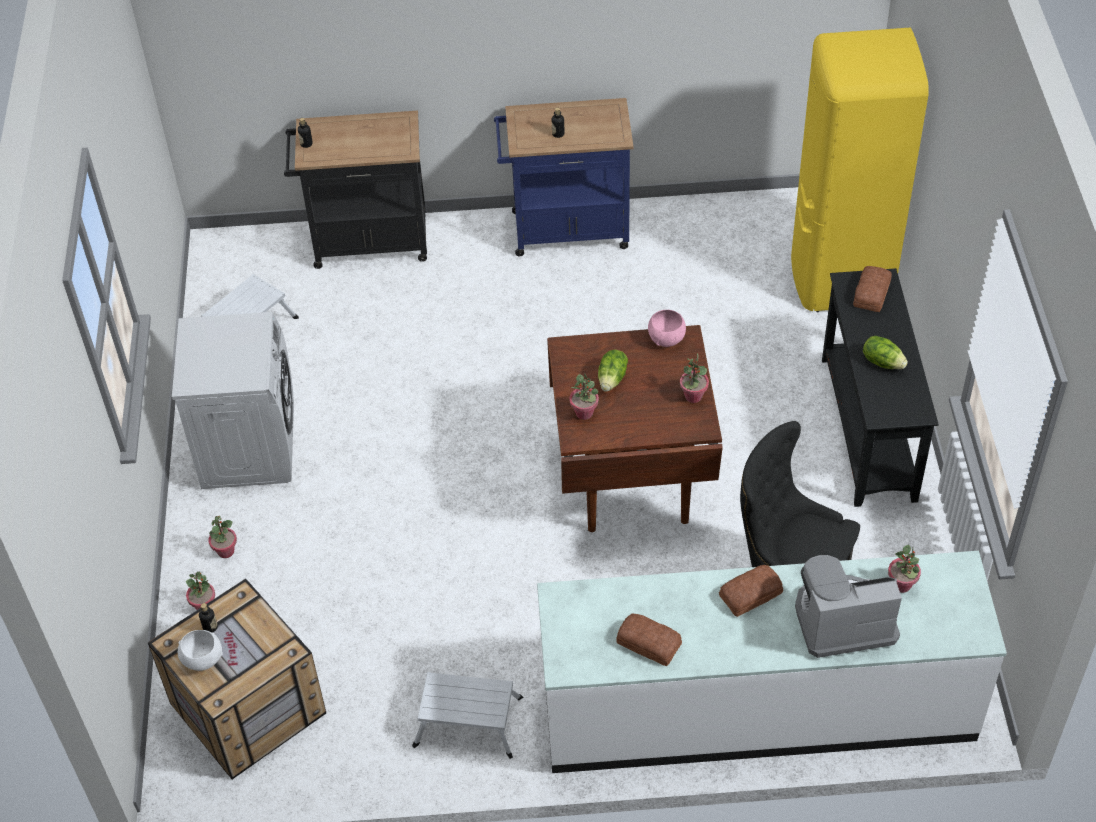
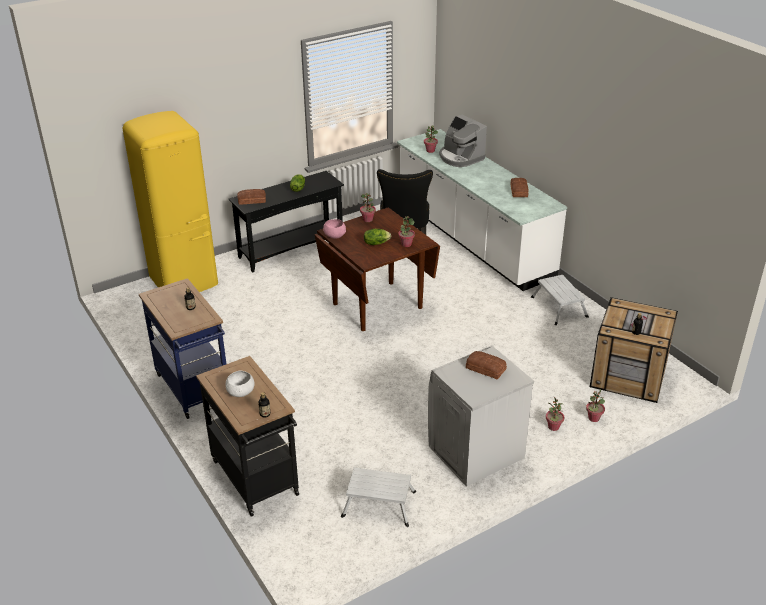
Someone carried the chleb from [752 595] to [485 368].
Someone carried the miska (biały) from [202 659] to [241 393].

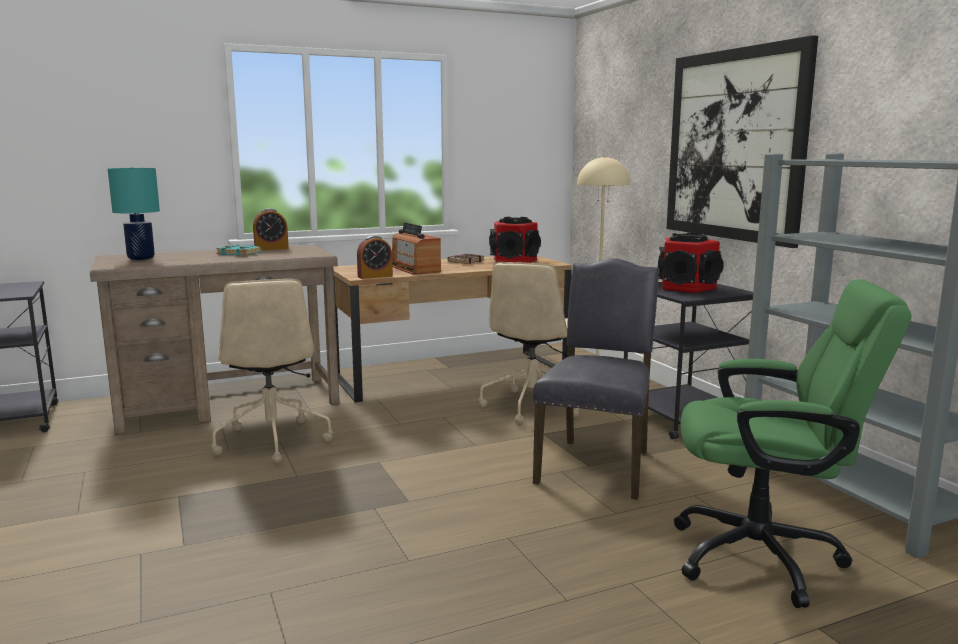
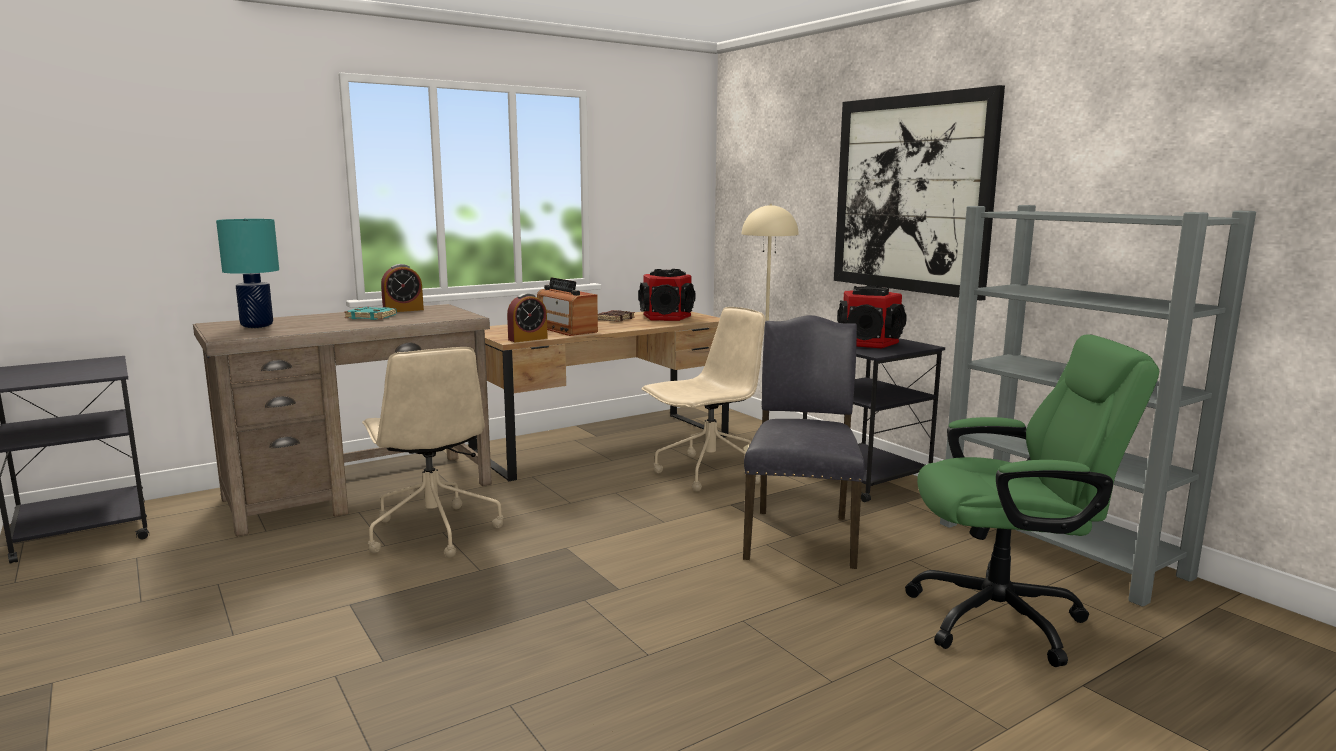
Someone rotated the krzesło biurowe (beżowy) at [532 405] by 135 degrees counterclockwise.

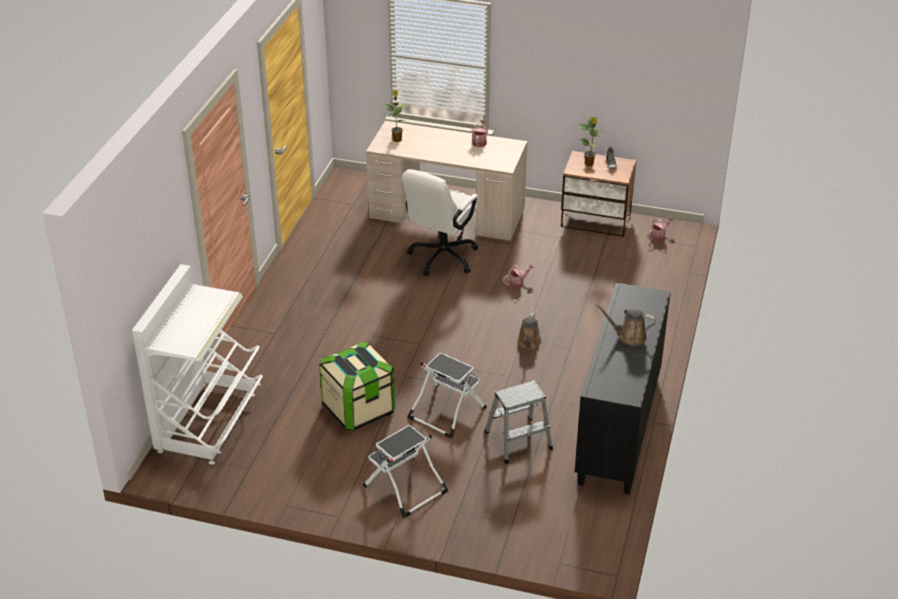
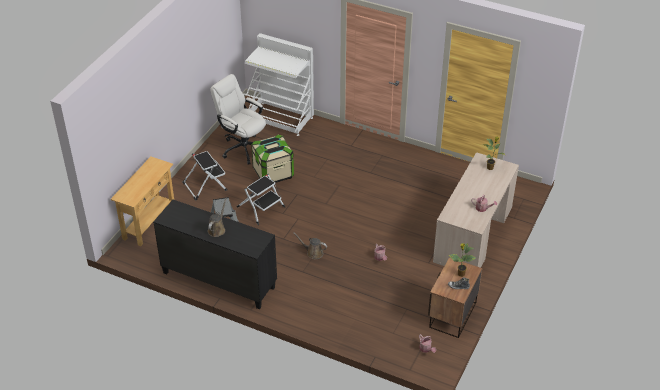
Someone carried the krzesło biurowe (biały) from [441 259] to [242 148].
Someone put down the stolik konsolowy (beżowy) at [149 222].

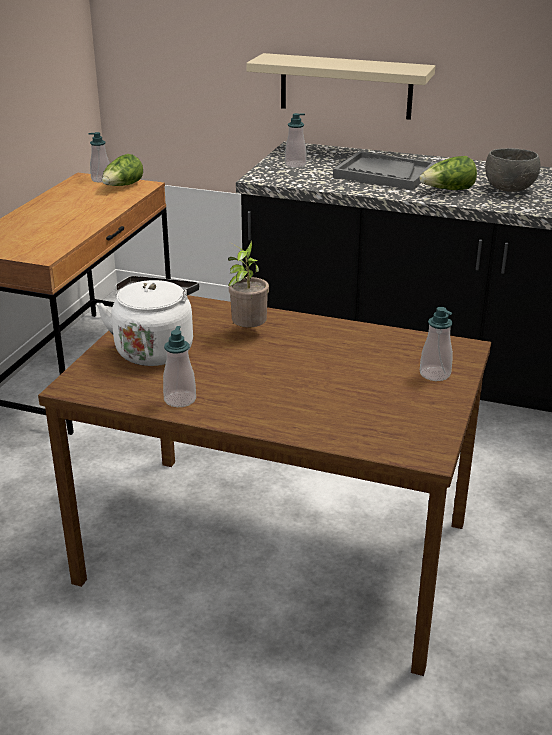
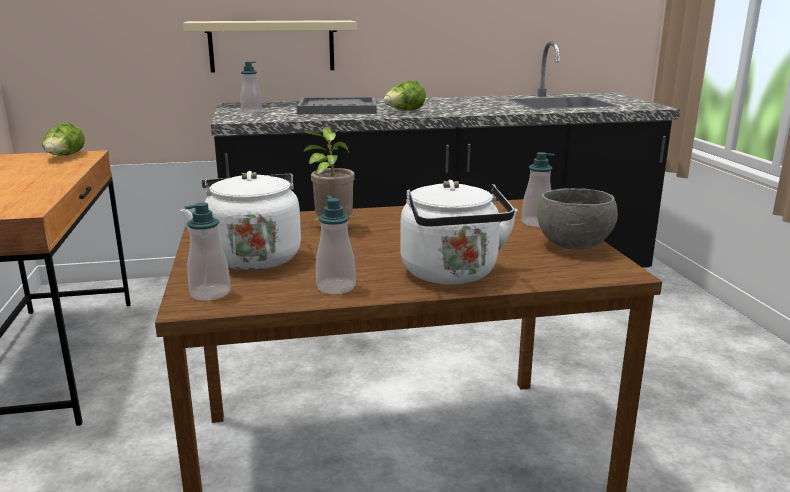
Someone carried the dozownik mydła from [101 179] to [210 293].
Someone carried the miska (szary) from [510 189] to [574 246].
Someone put down the czajnik (biały) at [452 275].

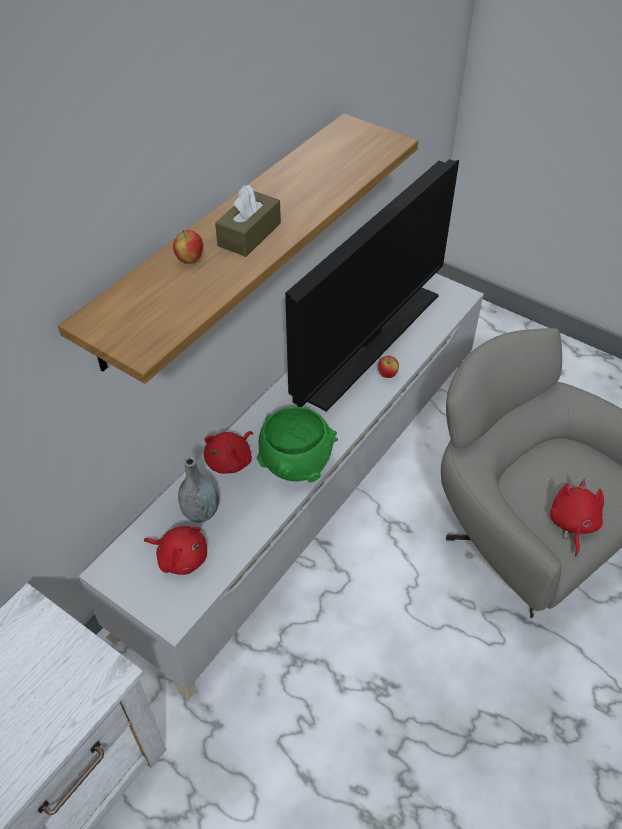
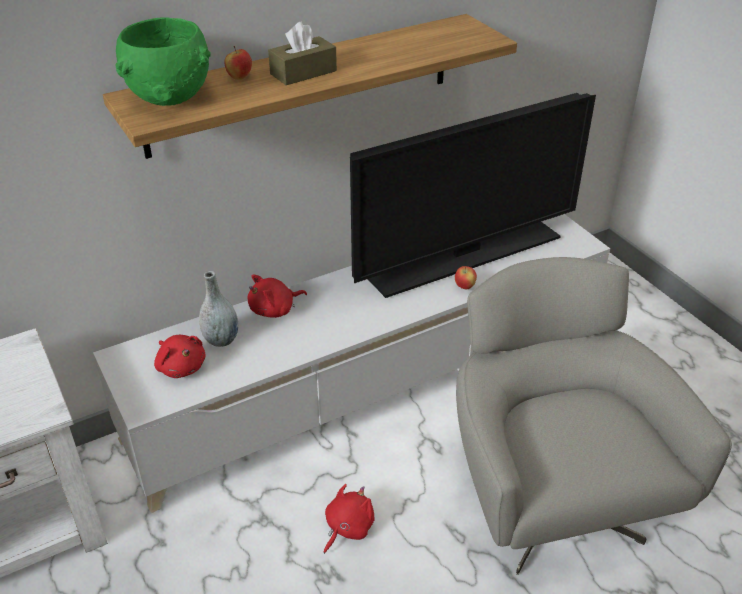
Someone carried the miska (zielony) from [295 464] to [170 97].
Someone carried the pluszak (czerwony) from [572 524] to [347 528].

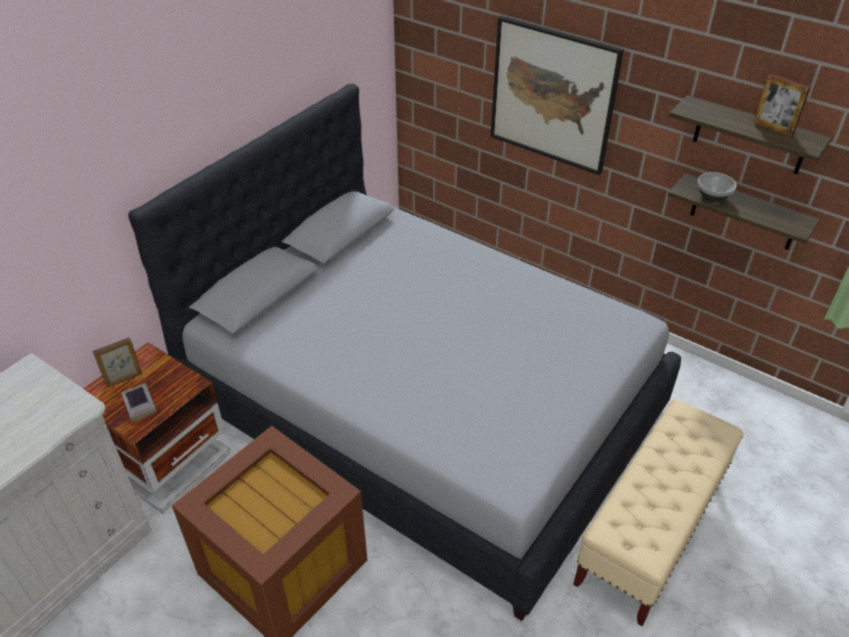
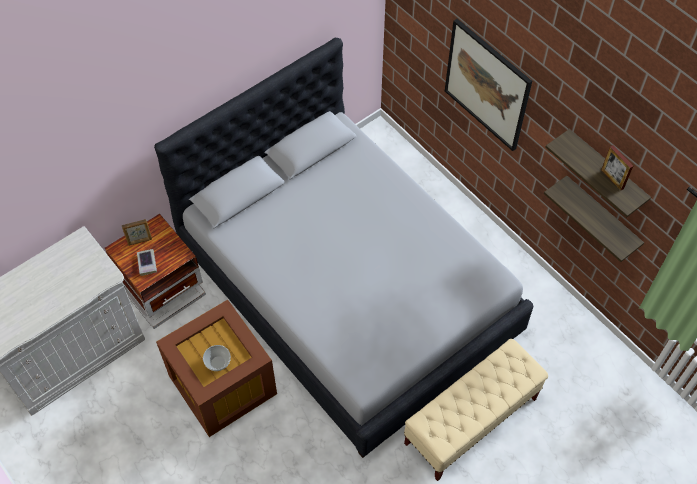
Someone carried the miska from [713 197] to [218 363].

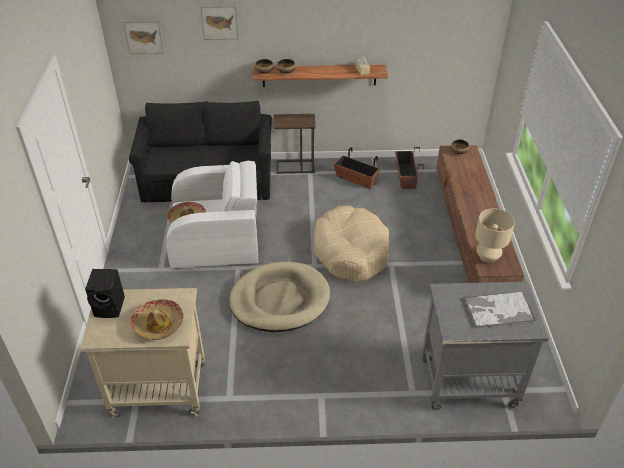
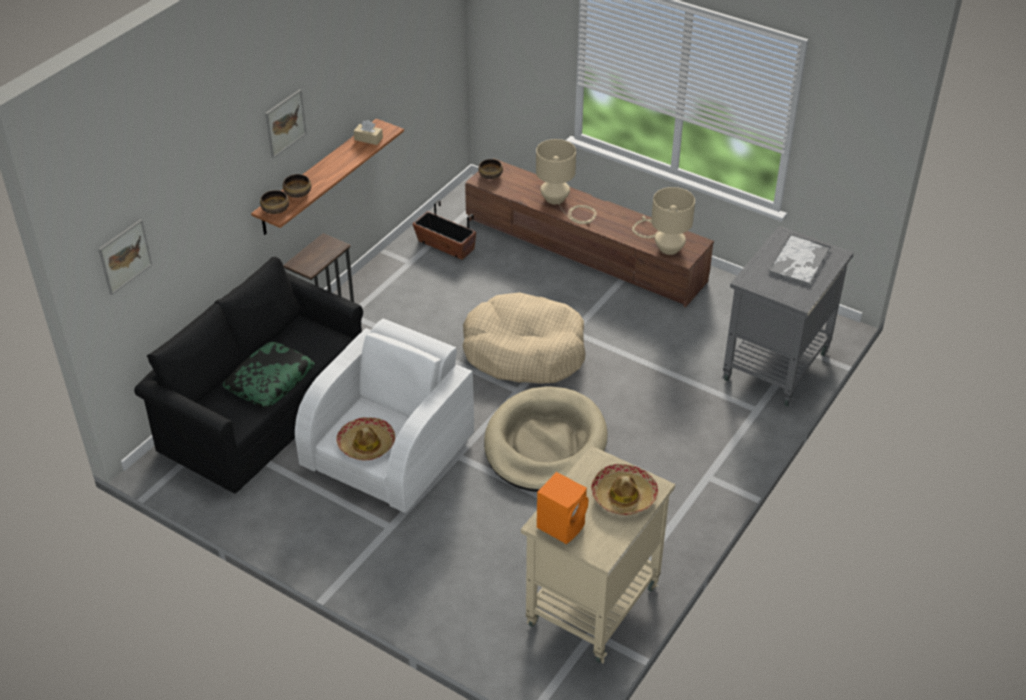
Someone carried the obraz from [219 22] to [285 123].
Someone took away the donica at [356 179].
Someone repainted the głośnik (czarny) at [110 307], which became the głośnik (pomarańczowy) at [562 525].
Someone put down the lampa stołowa (beżowy) at [565 205].
Someone put down the poduszka at [270 381].

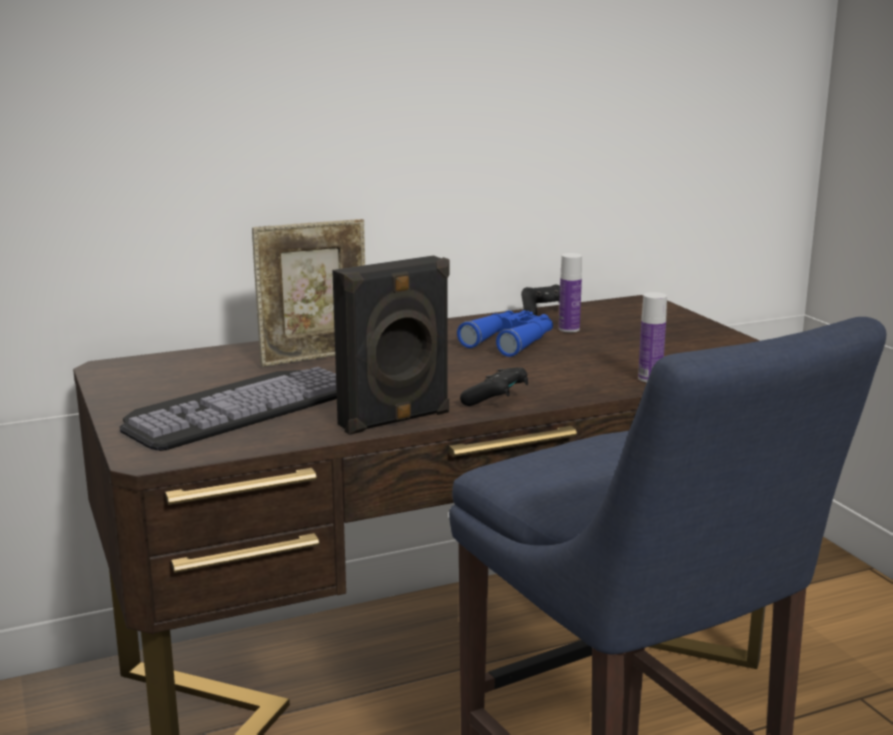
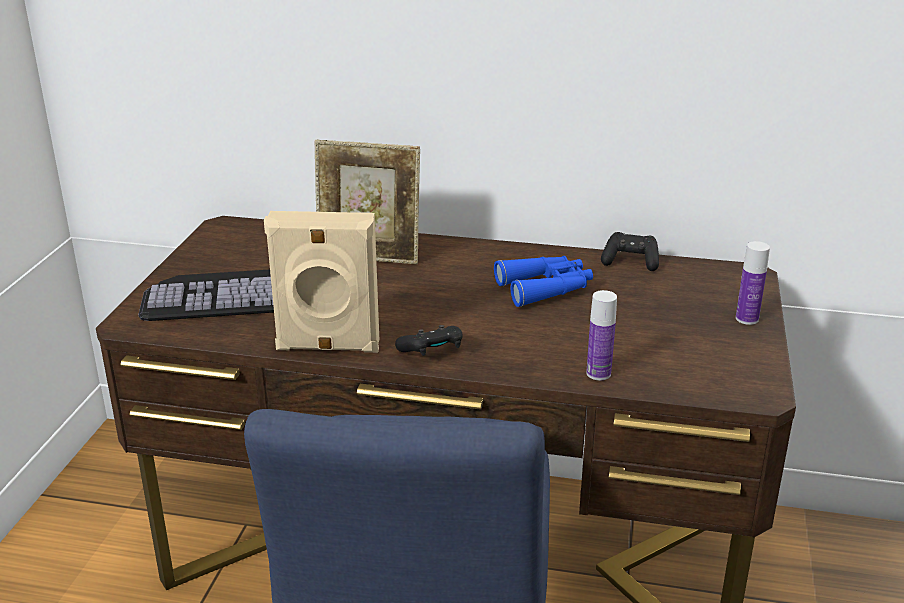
Someone carried the butelka from [569 329] to [747 319].
Someone repainted the głośnik (czarny) at [396 420], which became the głośnik (beżowy) at [328 347].

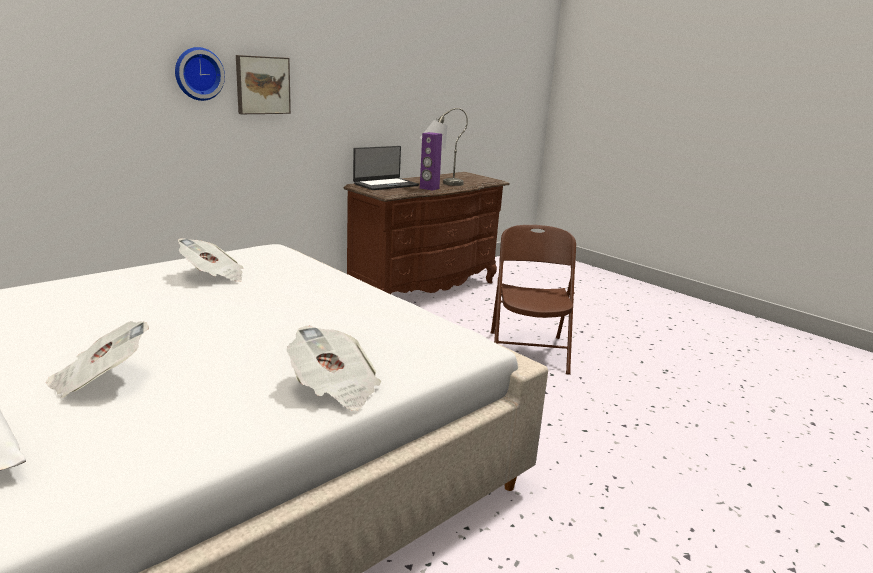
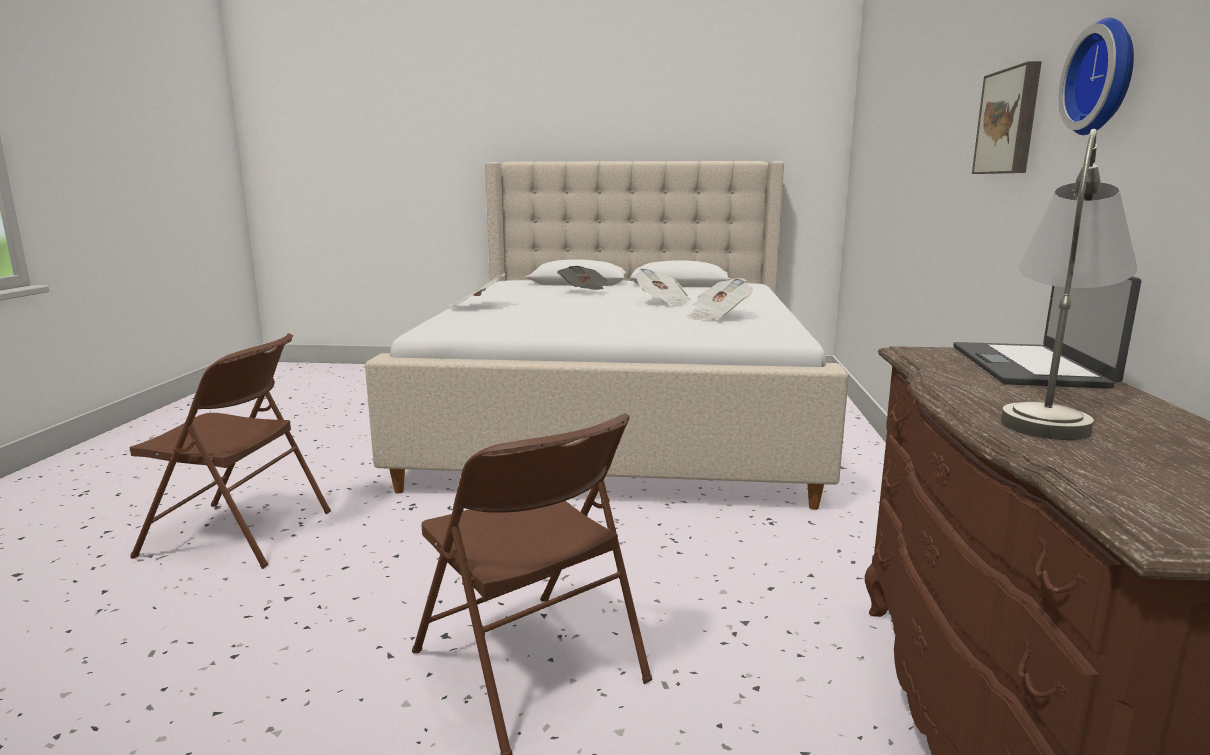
Someone carried the zegar ścienny from [198 74] to [1105 77].
Someone took away the głośnik (fioletowy) at [429 188].
Someone put down the gazeta at [662 303].
Someone put down the krzesło (brązowy) at [237 534].

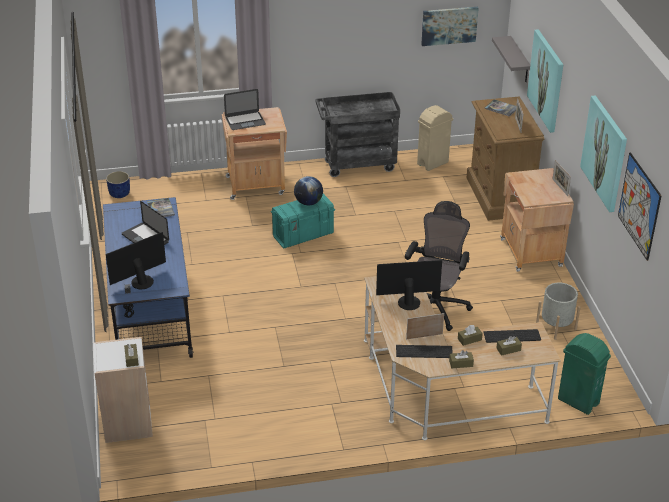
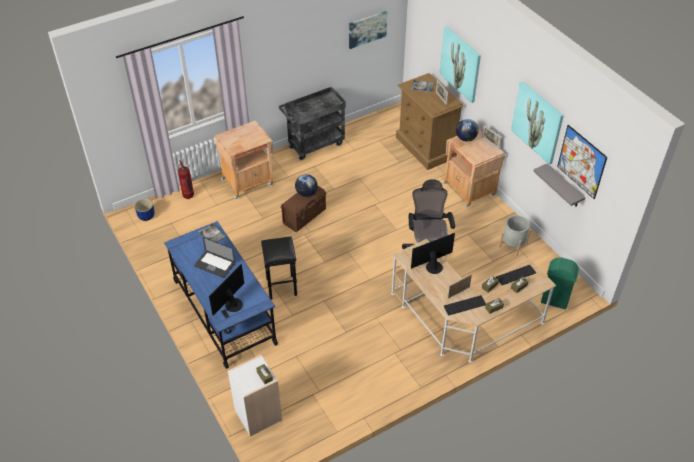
Someone carried the półka (szary) from [519 60] to [564 186].
Someone took away the laptop at [245 121].
Someone took away the kosz na śmieci (beżowy) at [433 163].
Someone repainted the pojemnik do przechowywania (turkusowy) at [303 235], which became the pojemnik do przechowywania (brązowy) at [304 216].
Someone put down the globus at [465 138].
Someone put down the gaśnica at [189 197].
Someone put down the stołek (czarny) at [282 287].

